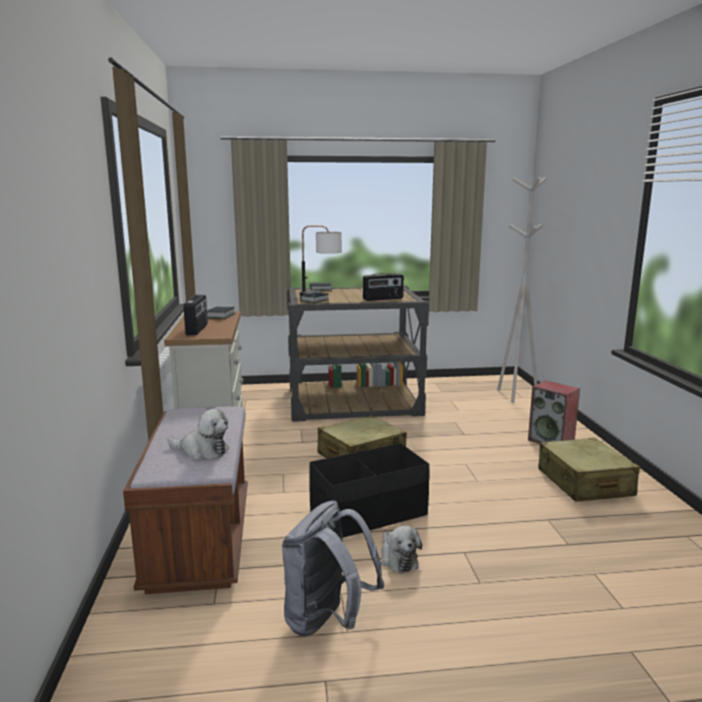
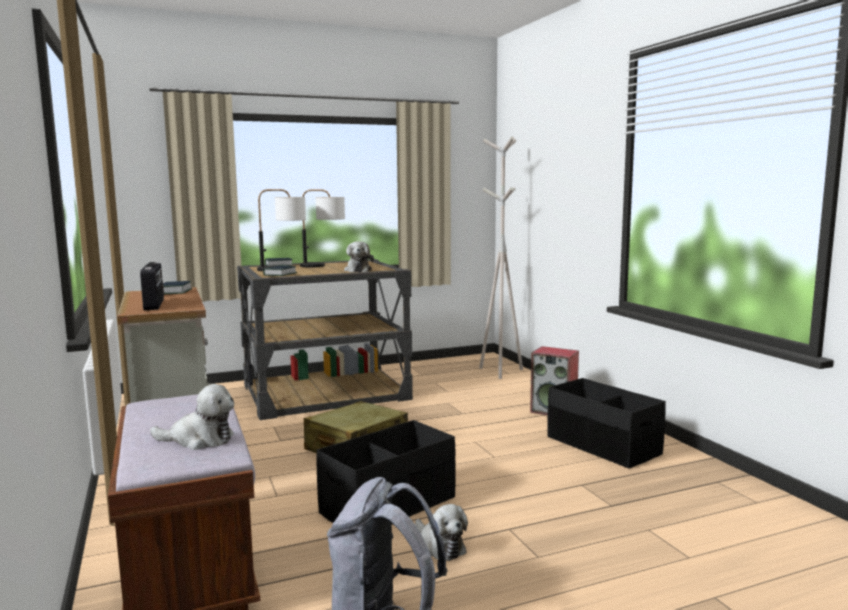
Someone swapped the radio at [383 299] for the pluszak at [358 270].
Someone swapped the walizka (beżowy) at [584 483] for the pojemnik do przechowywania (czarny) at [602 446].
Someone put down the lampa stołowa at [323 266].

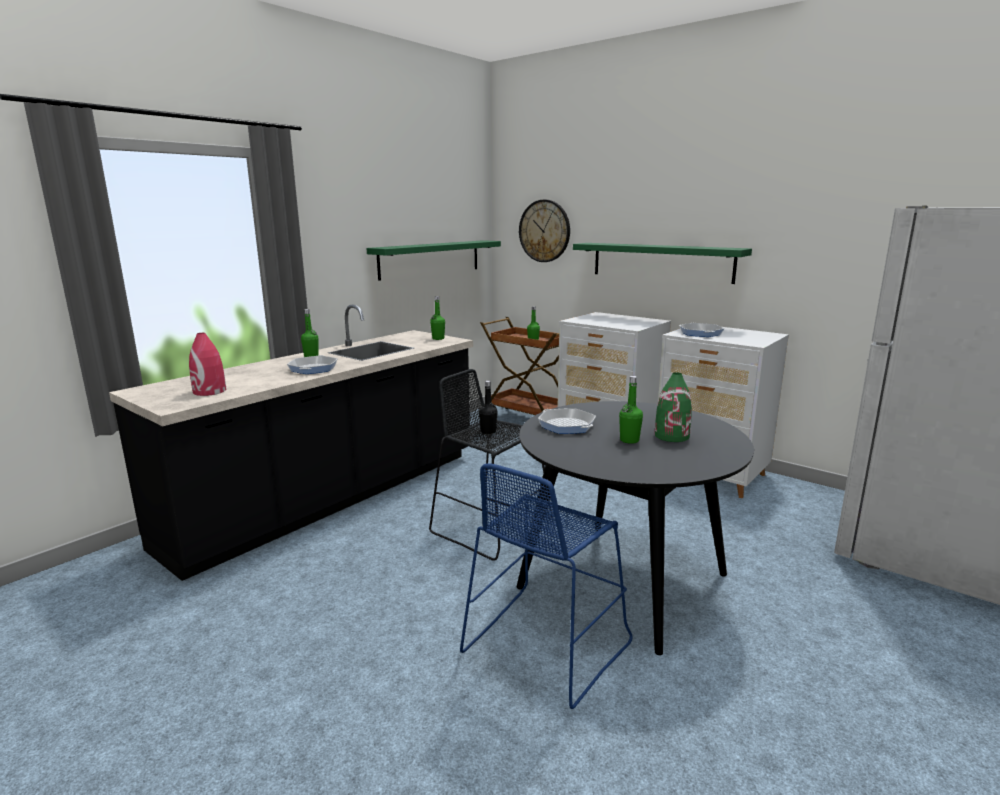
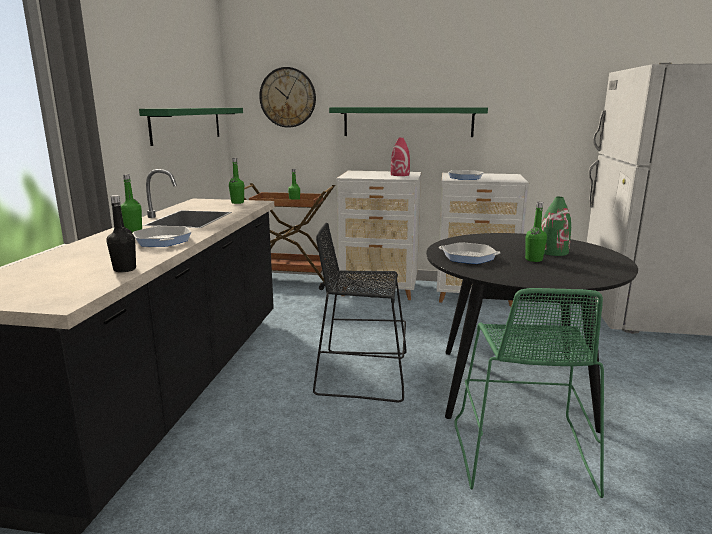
Someone carried the wazon (czerwony) from [209 391] to [400 175].
Someone carried the butelka (czarny) from [488 432] to [125 269].
Someone repainted the stołek (niebieski) at [545 644], which became the stołek (zielony) at [521 455].

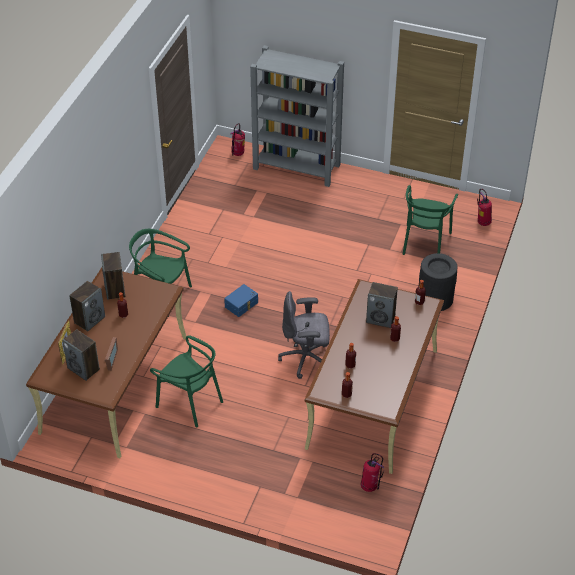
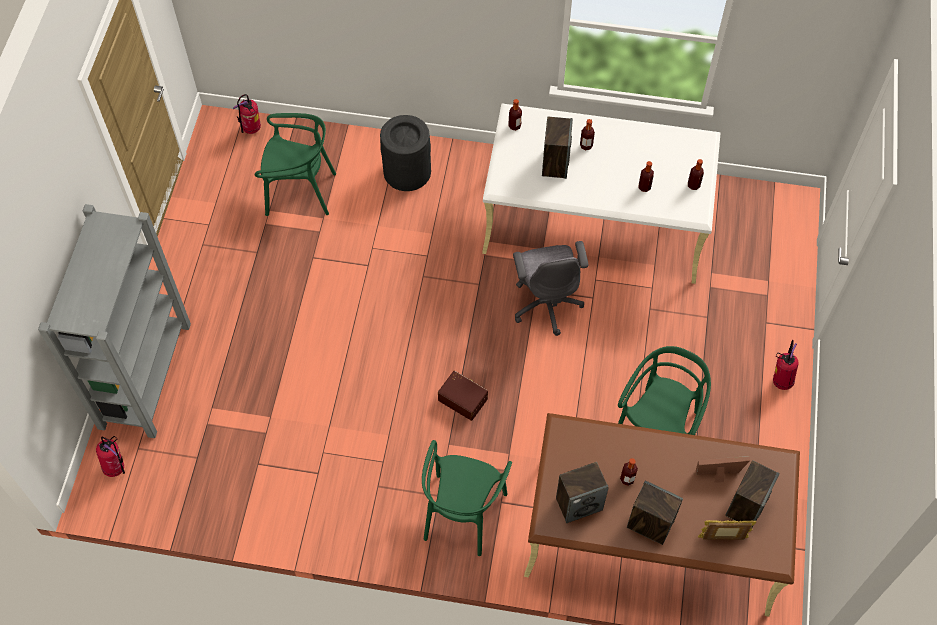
Someone repainted the biurko (brązowy) at [373 398], which became the biurko (biały) at [595 221].
Someone repainted the pojemnik do przechowywania (niebieski) at [242 305], which became the pojemnik do przechowywania (brązowy) at [463 398].
Someone carried the gaśnica from [370 486] to [781 380].

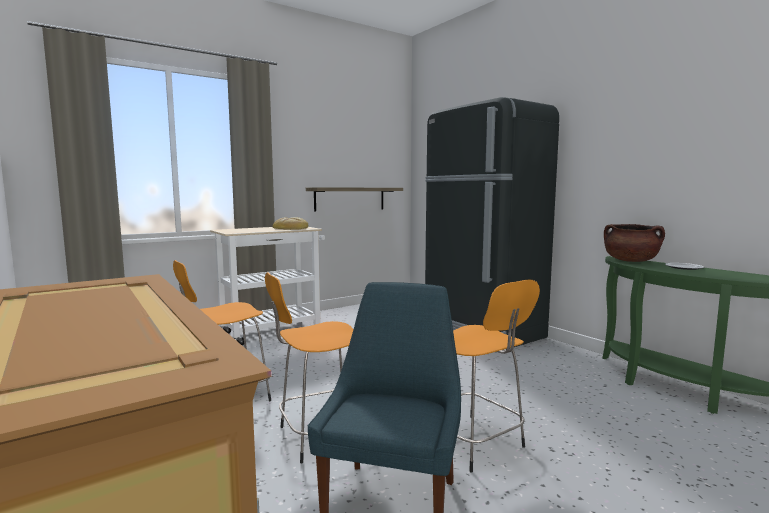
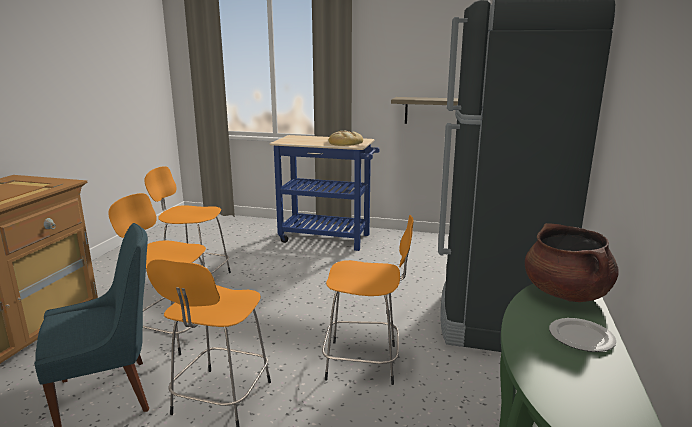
Someone repainted the wózek (biały) at [272 332], which became the wózek (niebieski) at [326 238].
Someone put down the stołek (pomarańczowy) at [365 362].

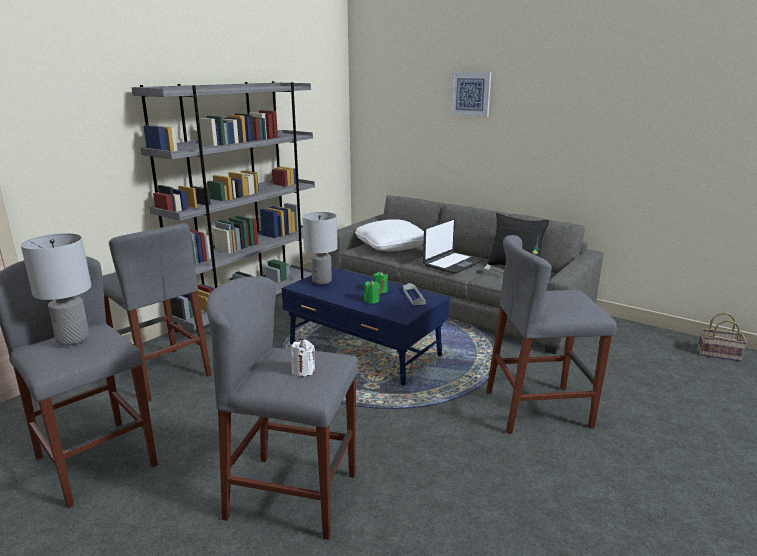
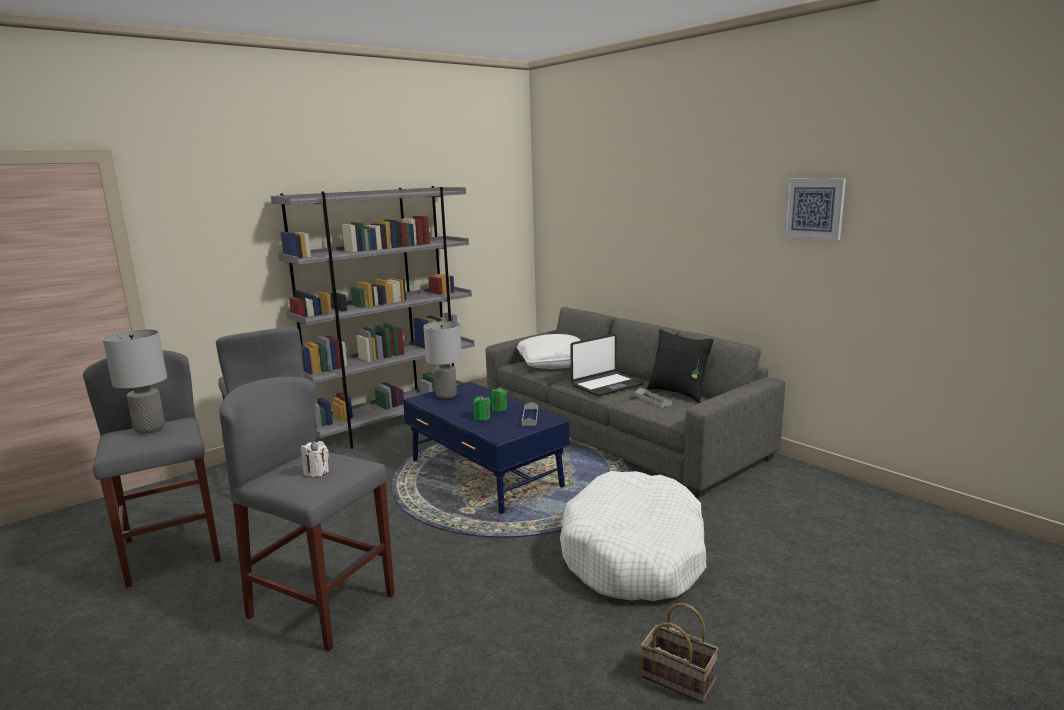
Someone carried the obraz from [470 94] to [814 208].
Someone swapped the stołek (szary) at [538 409] for the legowisko (biały) at [635 554].
Someone carried the koszyk from [719 354] to [680 679].

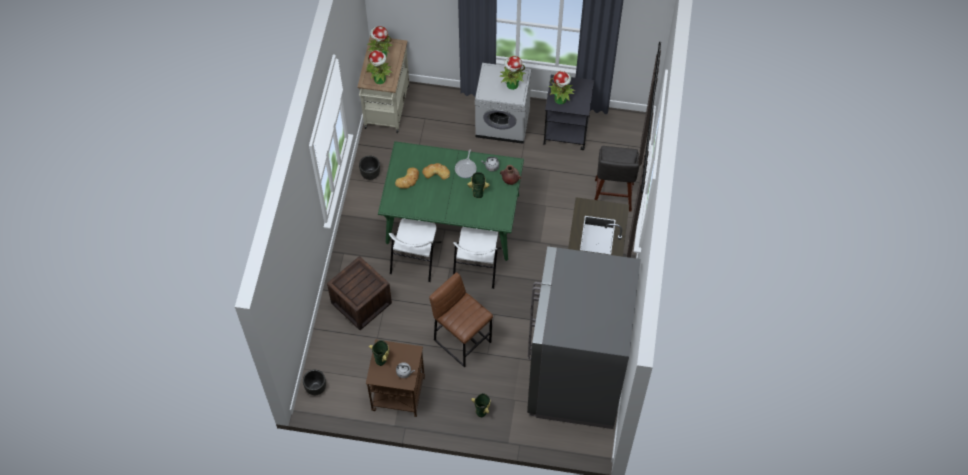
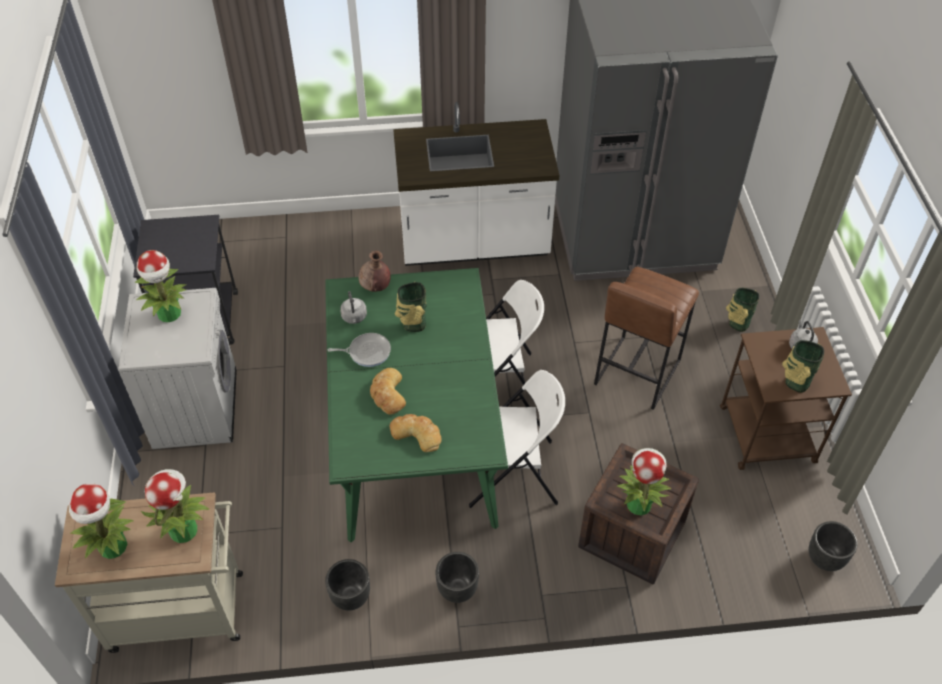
Someone carried the roślina doniczkowa from [561 99] to [638 503].
Someone took away the stołek (szary) at [612 197].
Someone put down the donica (czarny) at [457 589].

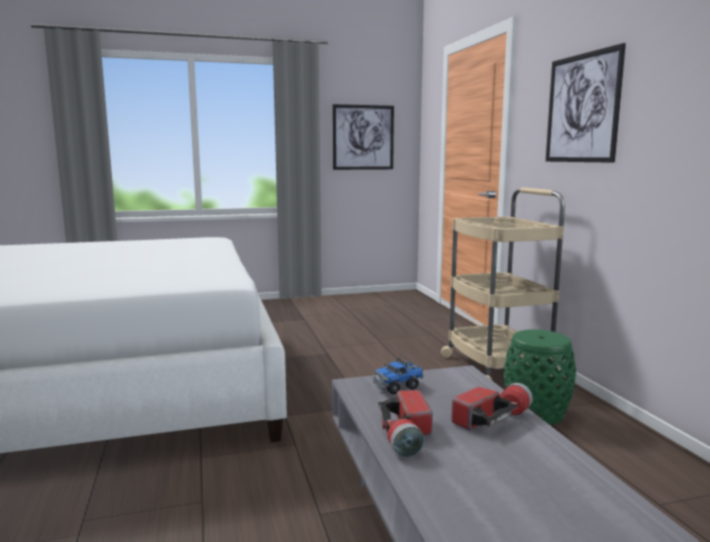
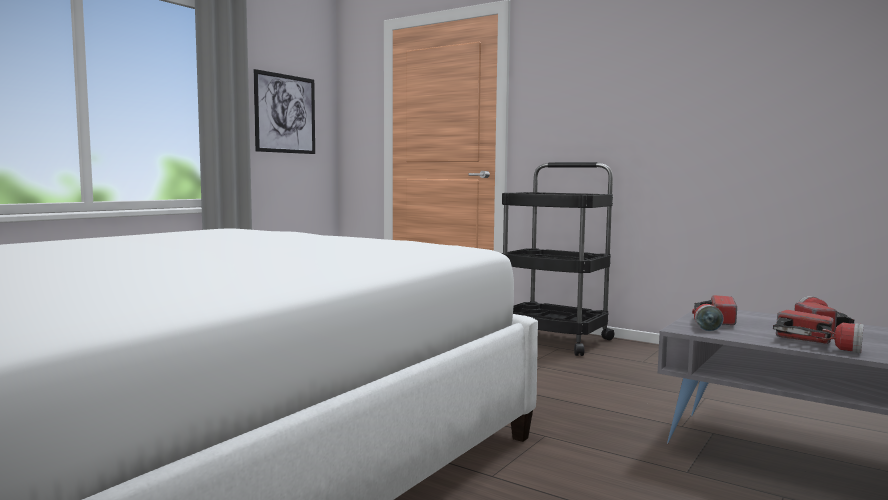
Someone took away the obraz at [582 108].
Someone repainted the wózek (beżowy) at [496 367], which became the wózek (czarny) at [553 340].
Someone took away the stołek (zielony) at [536 414].
Someone swapped the ciężarówka zabawkowa at [397 387] for the latarka at [713 324].

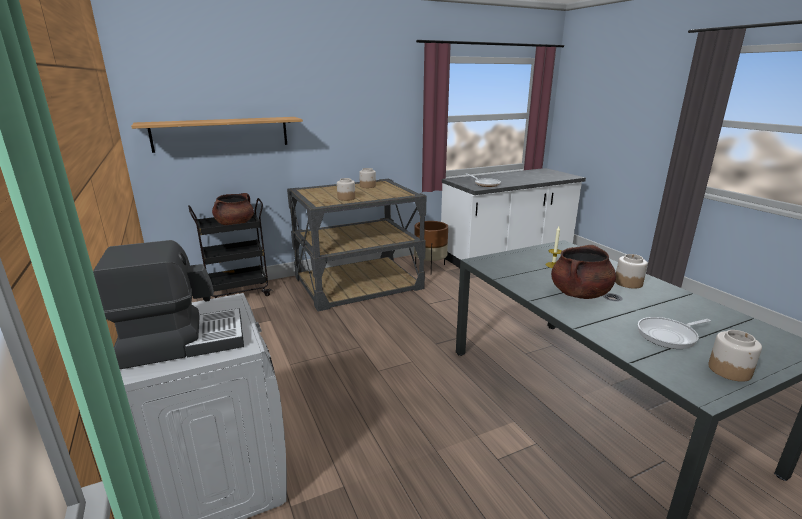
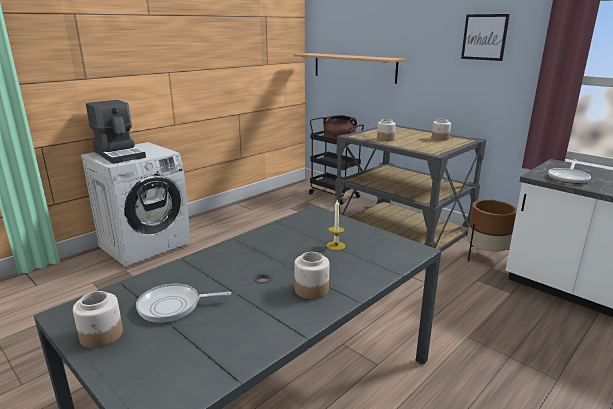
Someone took away the garnek (brązowy) at [579 294].
Someone rotated the patelnia at [669 336] by 60 degrees counterclockwise.
Someone put up the obraz at [484 37].

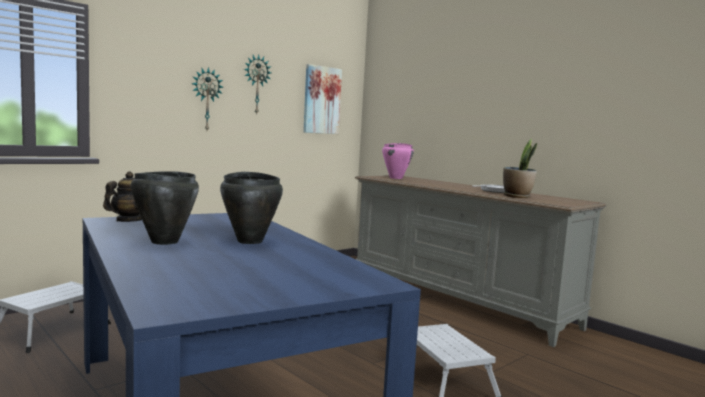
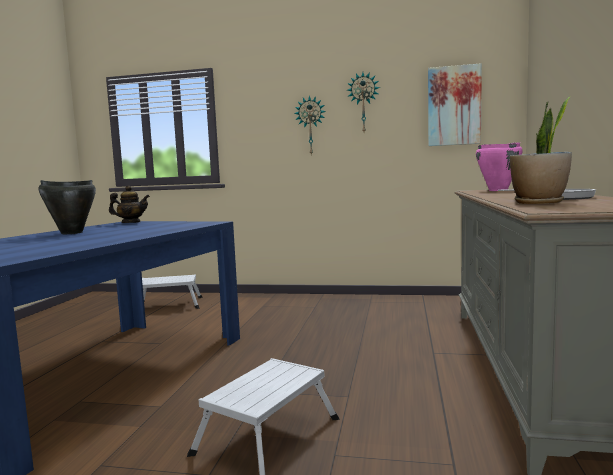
Someone took away the garnek (czarny) at [250 241].

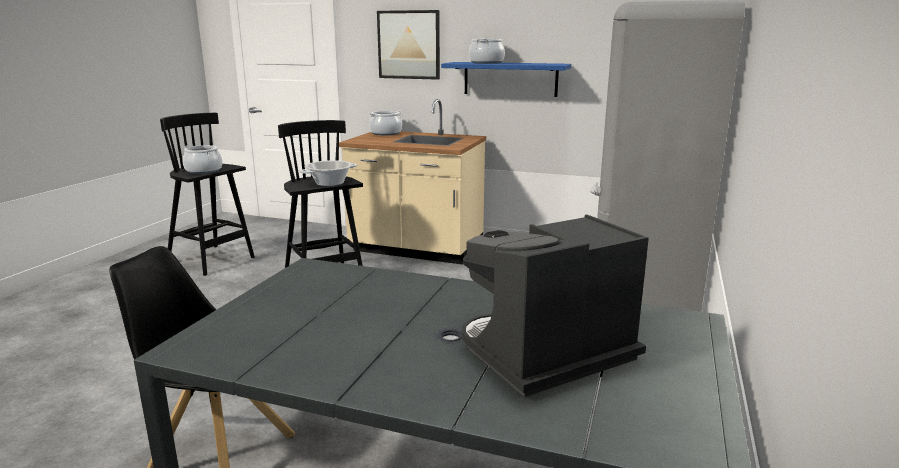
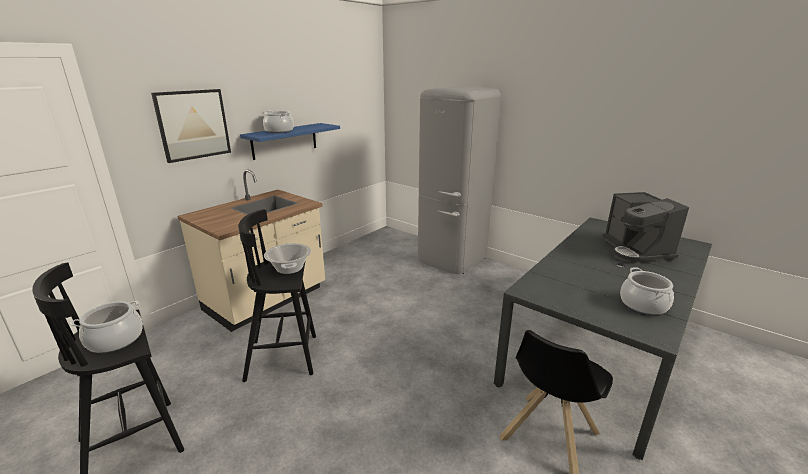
Someone carried the garnek from [385 133] to [643 305].

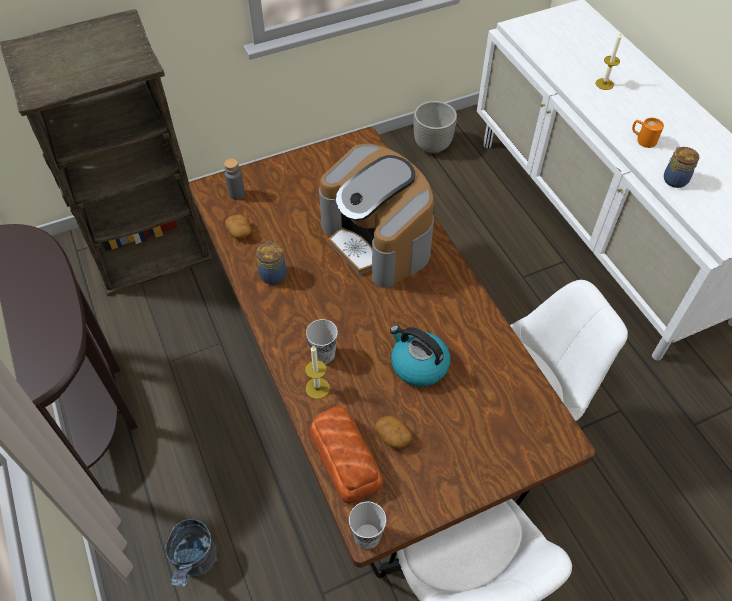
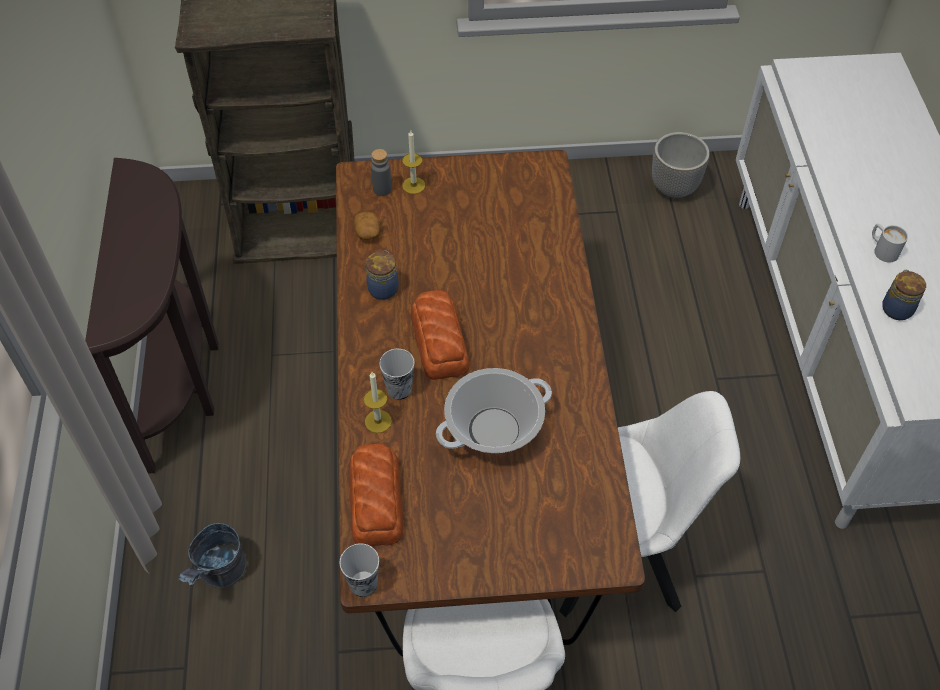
Someone carried the świeca from [604 84] to [413 185].
Someone repainted the kubek (pomarańczowy) at [642 139], which became the kubek (biały) at [882 249].
Someone took away the ekspres do kawy at [378 240].
Someone swapped the czajnik at [418 365] for the garnek at [494 430].
Someone took away the ziemniak at [392 436].
Someone put down the chleb at [440 340].

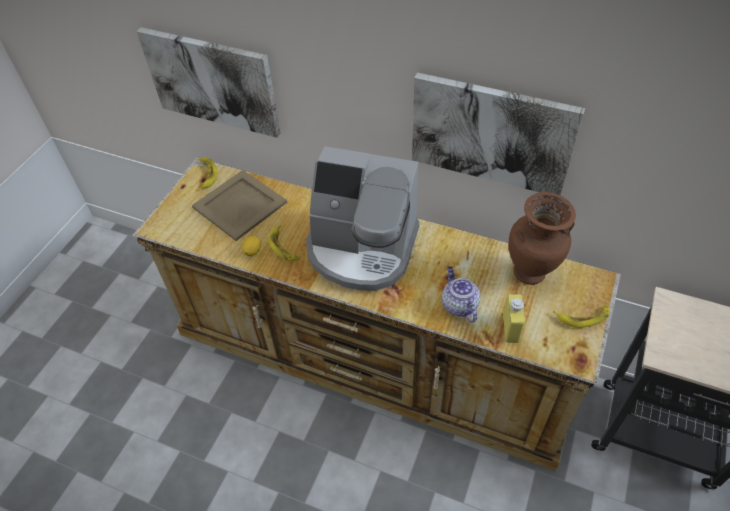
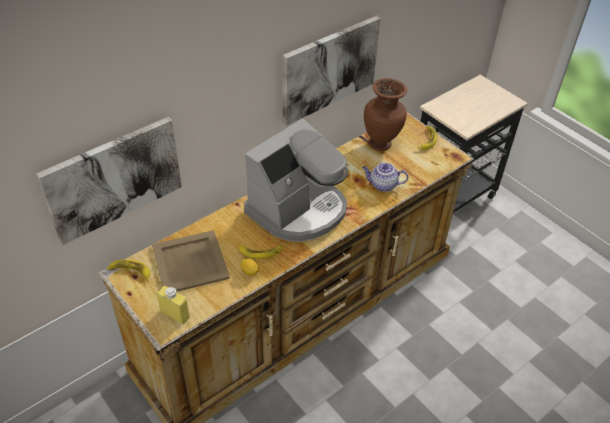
Someone carried the butelka (żółty) from [510 328] to [175 314].

